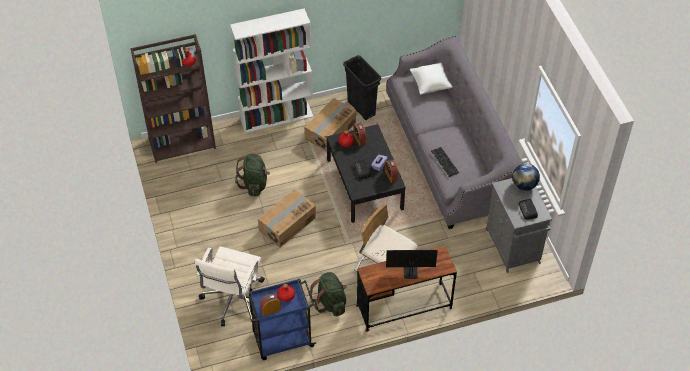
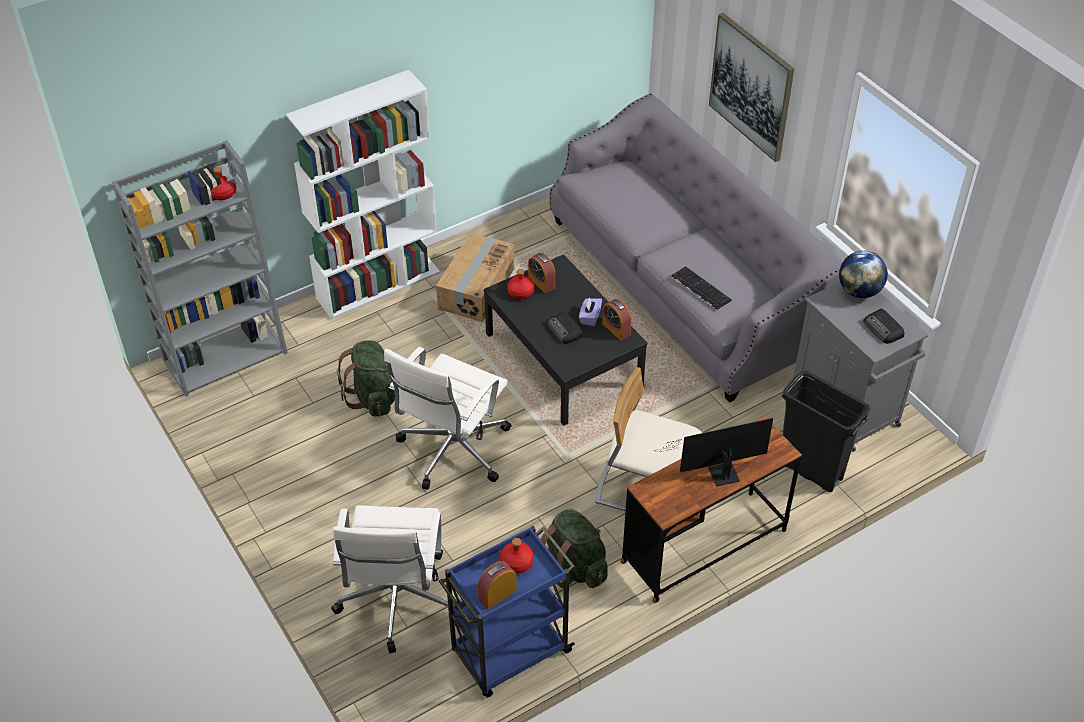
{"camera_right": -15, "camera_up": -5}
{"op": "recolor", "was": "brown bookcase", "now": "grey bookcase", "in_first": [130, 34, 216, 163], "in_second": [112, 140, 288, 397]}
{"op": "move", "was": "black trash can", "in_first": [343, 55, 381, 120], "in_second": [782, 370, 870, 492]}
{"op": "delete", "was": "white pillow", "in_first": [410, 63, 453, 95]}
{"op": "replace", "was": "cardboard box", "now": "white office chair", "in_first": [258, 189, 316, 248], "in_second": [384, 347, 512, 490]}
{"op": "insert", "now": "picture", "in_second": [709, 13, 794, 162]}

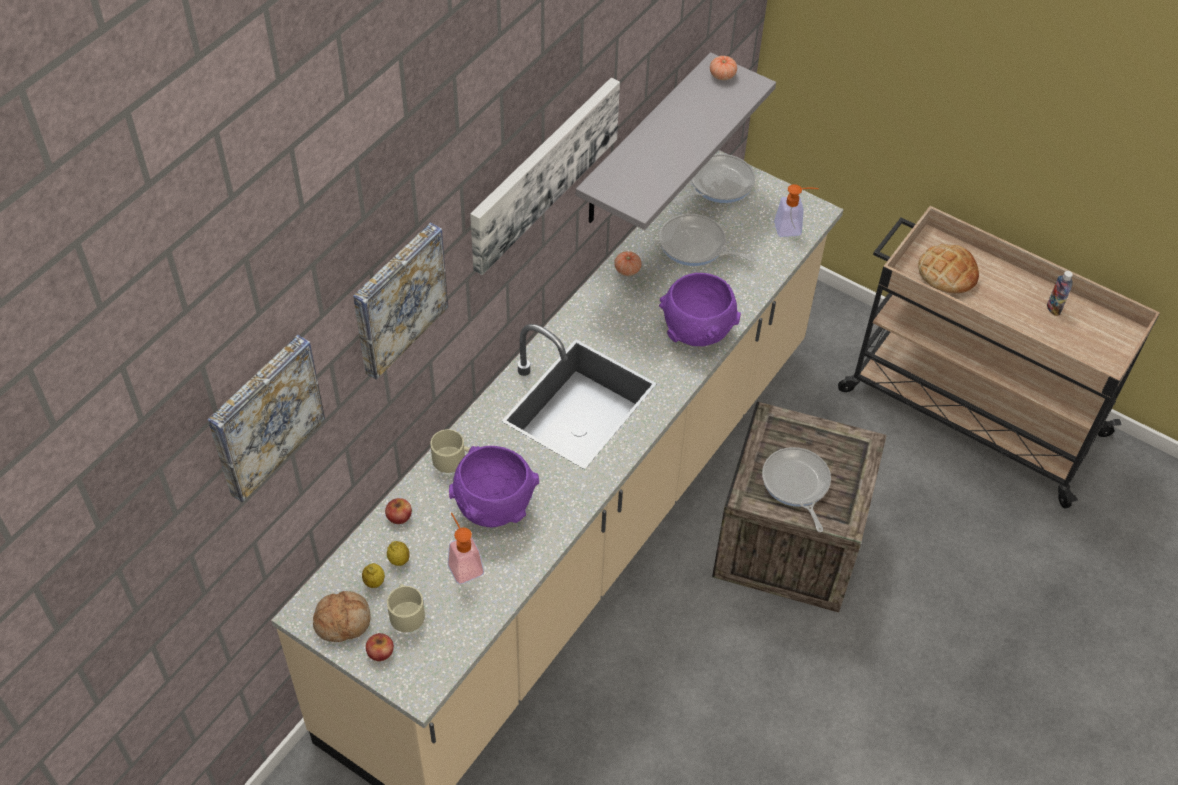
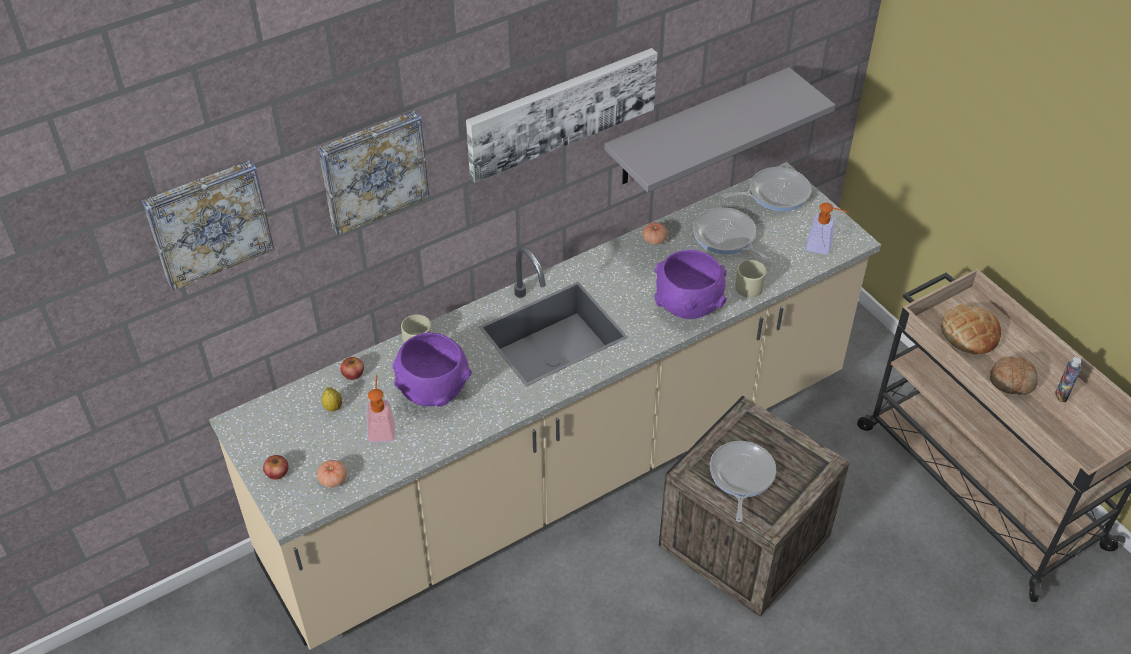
{"camera_right": 25, "camera_up": -5}
{"op": "move", "was": "tomato", "in_first": [710, 56, 737, 80], "in_second": [317, 460, 347, 488]}
{"op": "delete", "was": "lemon", "in_first": [362, 563, 385, 588]}
{"op": "move", "was": "beige mug", "in_first": [387, 584, 425, 633], "in_second": [735, 260, 766, 298]}
{"op": "move", "was": "bread", "in_first": [313, 591, 371, 642], "in_second": [990, 356, 1038, 395]}

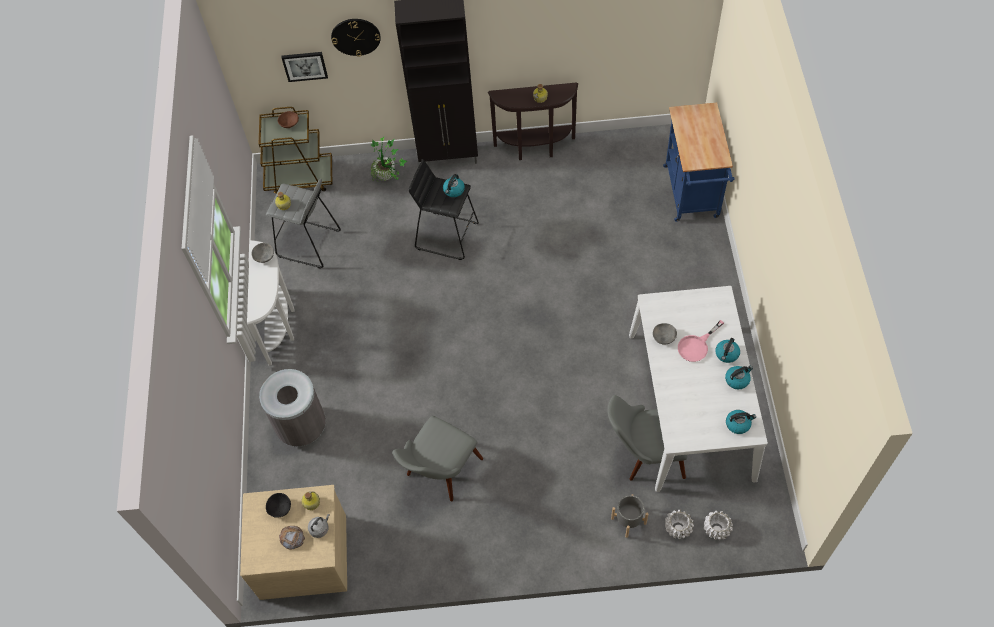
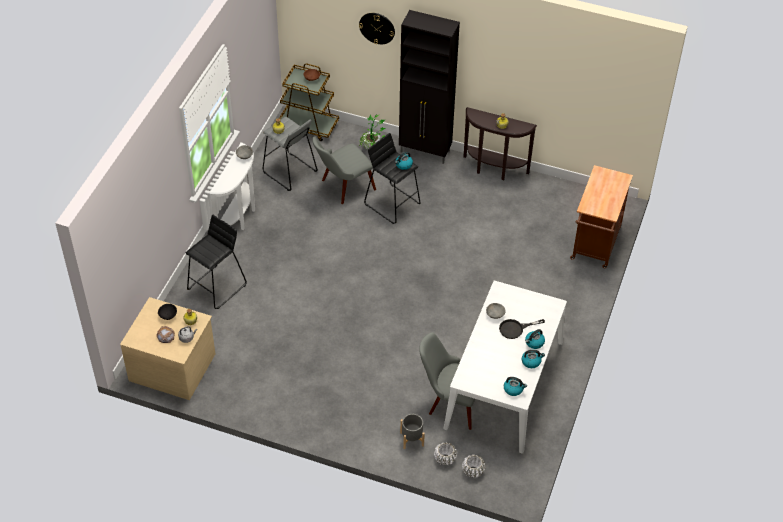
{"camera_right": 20, "camera_up": -10}
{"op": "delete", "was": "picture", "in_first": [281, 52, 328, 82]}
{"op": "recolor", "was": "blue cart", "now": "brown cart", "in_first": [663, 103, 735, 222], "in_second": [570, 165, 633, 268]}
{"op": "recolor", "was": "pink frying pan", "now": "black frying pan", "in_first": [678, 320, 724, 362], "in_second": [499, 319, 545, 339]}
{"op": "replace", "was": "grey trash can", "now": "black stool", "in_first": [259, 369, 326, 447], "in_second": [186, 215, 247, 309]}
{"op": "move", "was": "grey chair", "in_first": [392, 416, 483, 501], "in_second": [312, 136, 376, 204]}

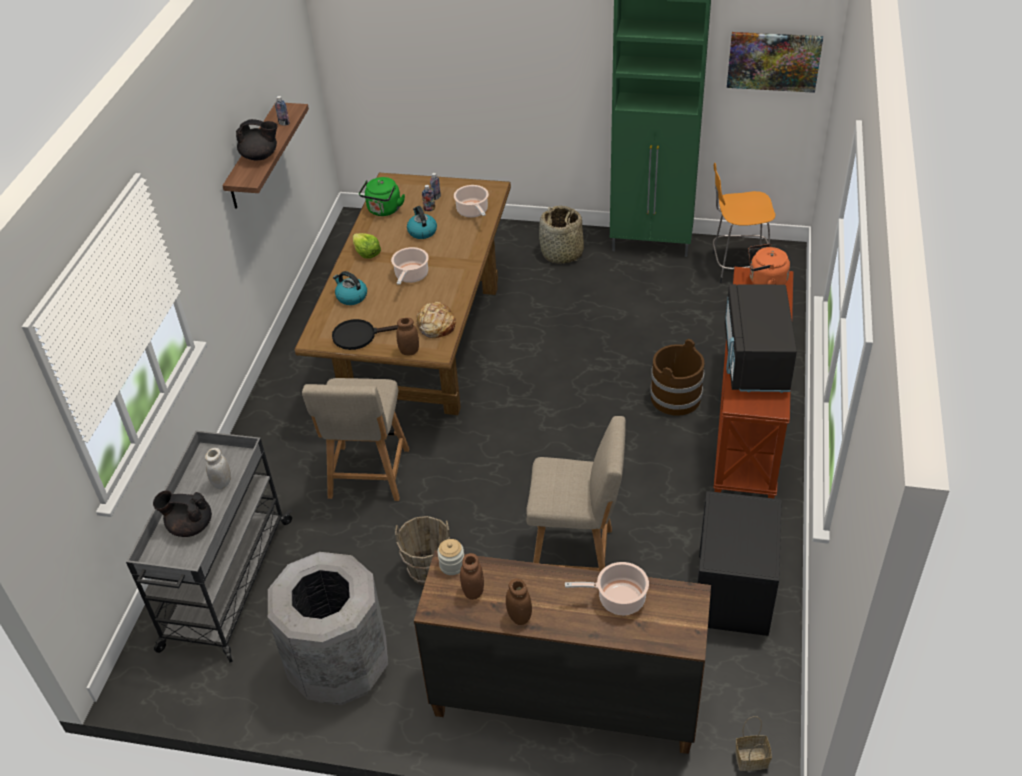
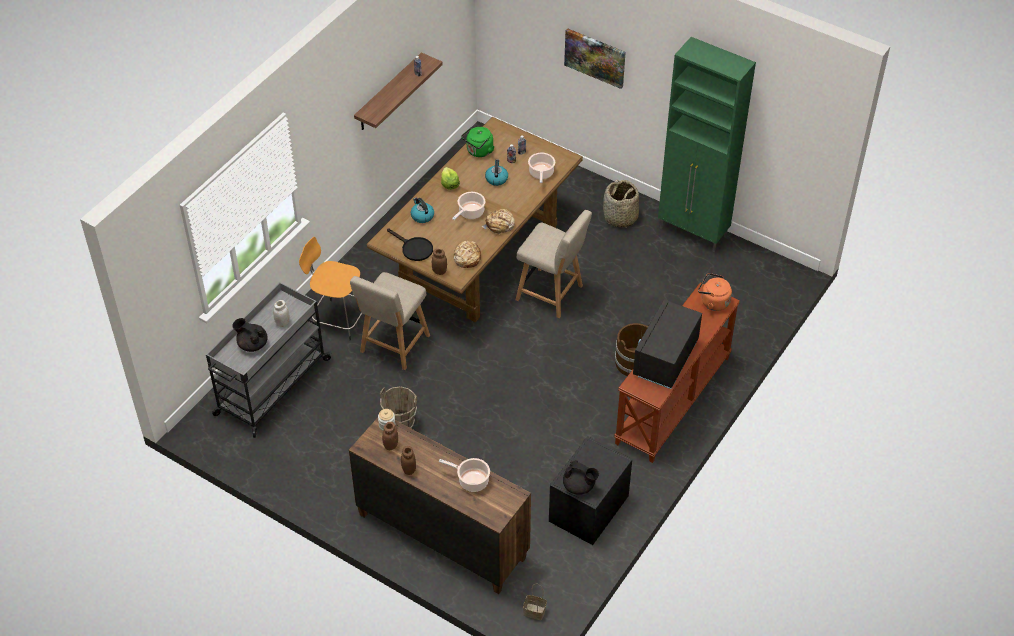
{"camera_right": 20, "camera_up": 5}
{"op": "move", "was": "picture", "in_first": [727, 32, 823, 93], "in_second": [564, 28, 626, 89]}
{"op": "move", "was": "black teapot", "in_first": [236, 119, 277, 160], "in_second": [563, 460, 599, 495]}
{"op": "move", "was": "orange stool", "in_first": [713, 163, 775, 283], "in_second": [299, 237, 362, 340]}
{"op": "rotate", "was": "black frying pan", "in_first": [332, 319, 398, 350], "in_second": [387, 228, 433, 261], "clockwise": -150}
{"op": "move", "was": "beige chair", "in_first": [526, 416, 626, 571], "in_second": [516, 210, 592, 318]}
{"op": "delete", "was": "grey trash can", "in_first": [268, 552, 388, 705]}
{"op": "insert", "now": "bread", "in_second": [482, 209, 515, 234]}

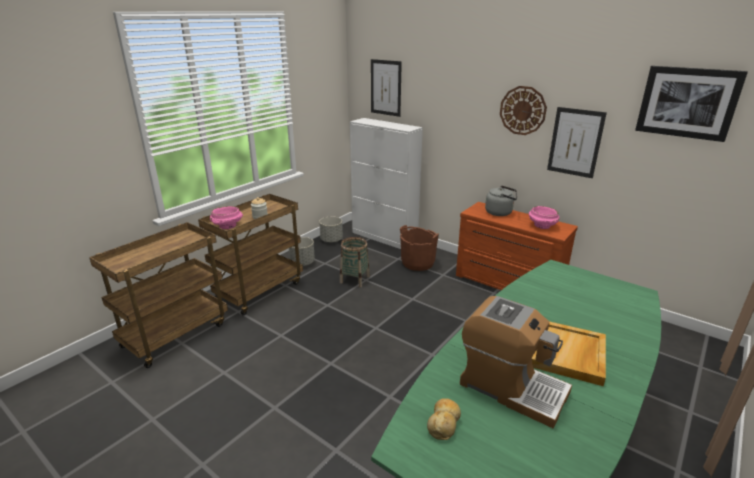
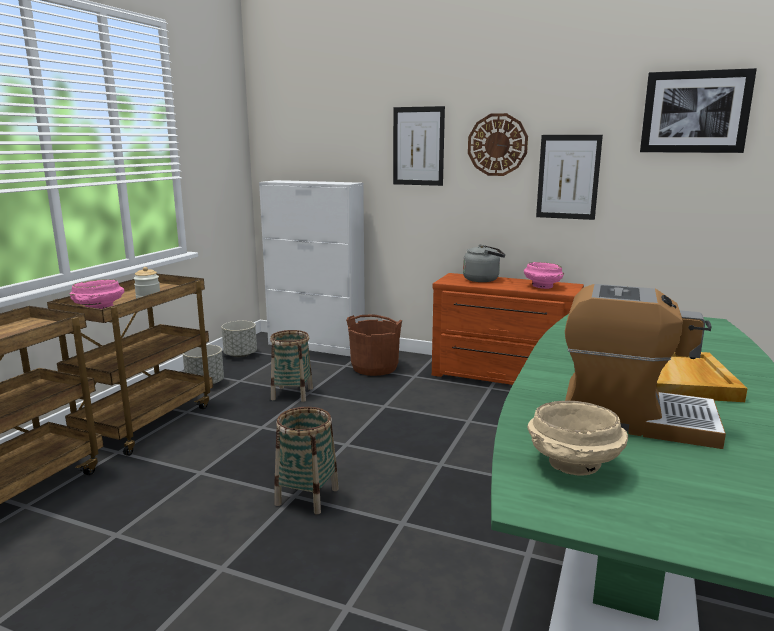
{"camera_right": -15, "camera_up": -10}
{"op": "move", "was": "picture", "in_first": [371, 59, 402, 117], "in_second": [393, 106, 445, 186]}
{"op": "replace", "was": "bread", "now": "beige bowl", "in_first": [427, 398, 461, 440], "in_second": [527, 401, 628, 476]}
{"op": "insert", "now": "basket", "in_second": [274, 407, 339, 514]}

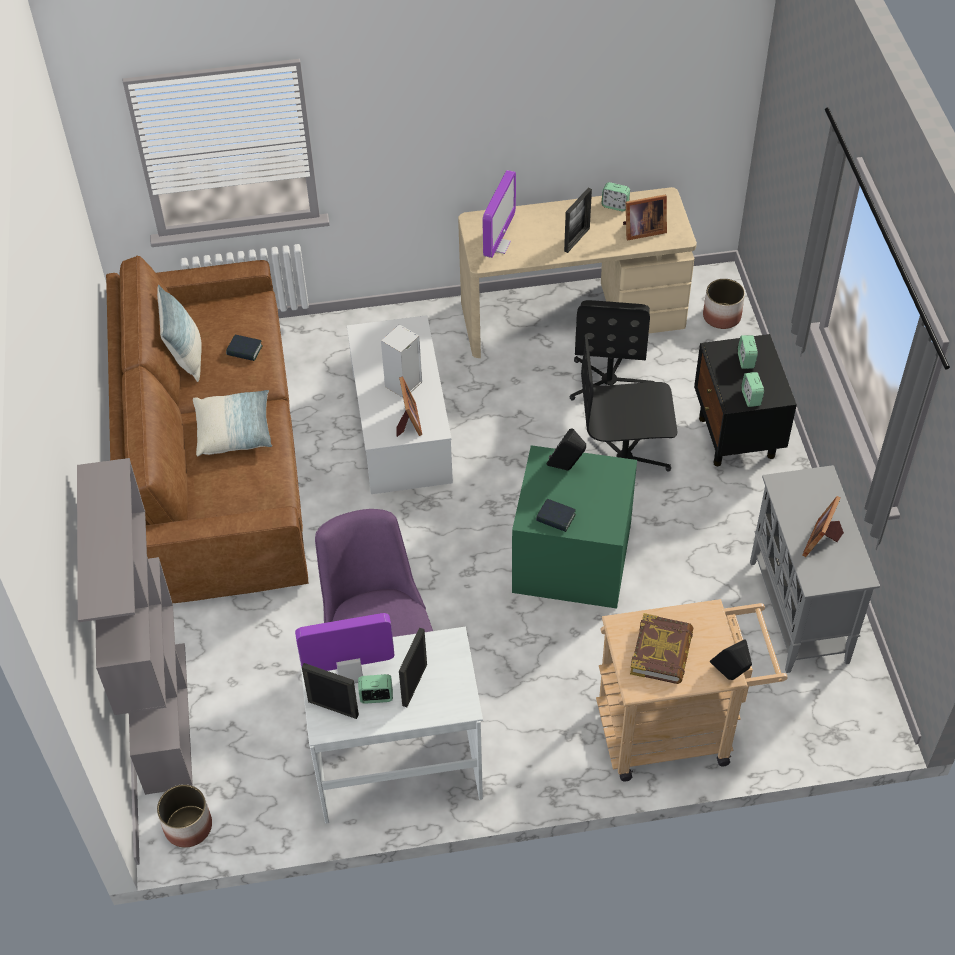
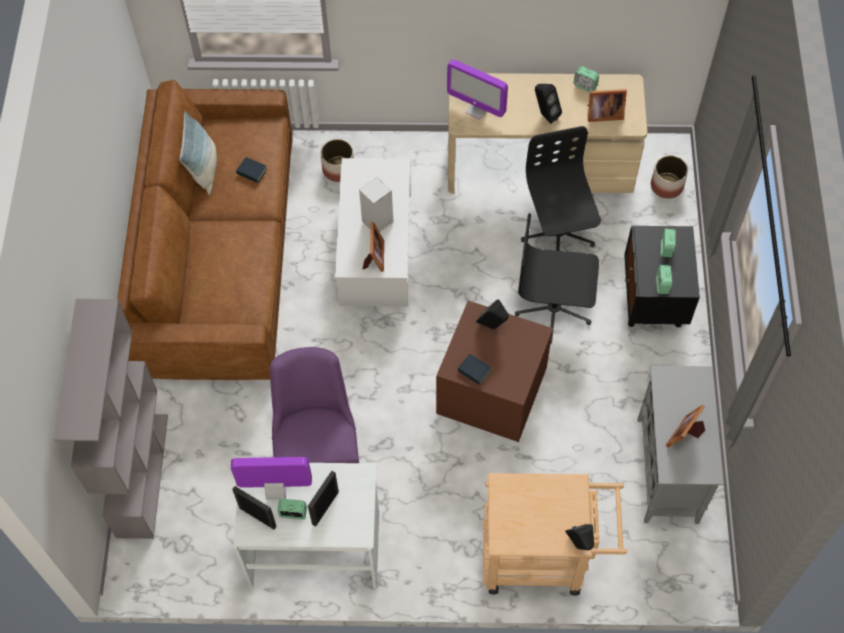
{"camera_right": 10, "camera_up": 10}
{"op": "rotate", "was": "monitor", "in_first": [483, 170, 516, 258], "in_second": [447, 59, 508, 120], "clockwise": 90}
{"op": "replace", "was": "picture frame", "now": "black speaker", "in_first": [564, 188, 592, 253], "in_second": [535, 84, 562, 124]}
{"op": "rotate", "was": "black office chair", "in_first": [570, 300, 654, 400], "in_second": [521, 126, 601, 251], "clockwise": 150}
{"op": "delete", "was": "pillow", "in_first": [193, 390, 272, 456]}
{"op": "recolor", "was": "green storage box", "now": "brown storage box", "in_first": [512, 445, 637, 609], "in_second": [436, 301, 553, 442]}
{"op": "delete", "was": "book", "in_first": [630, 613, 693, 684]}
{"op": "move", "was": "planter", "in_first": [157, 784, 212, 848], "in_second": [321, 139, 354, 182]}

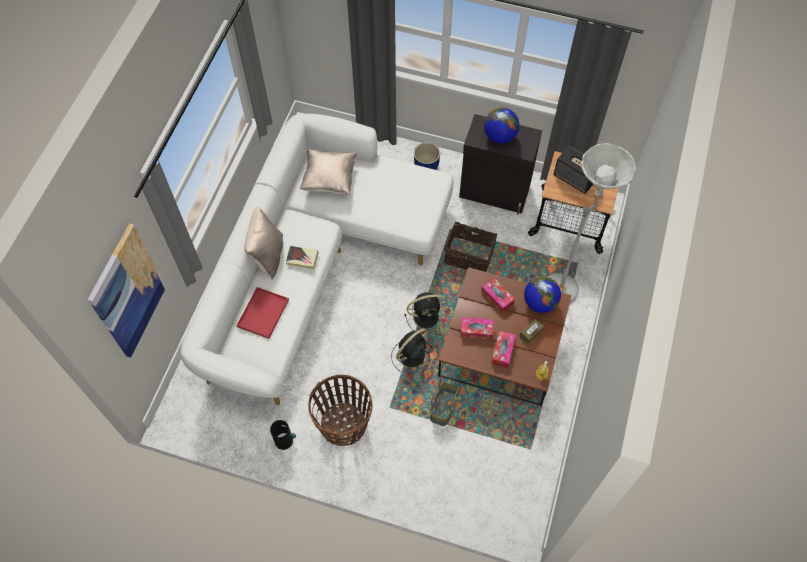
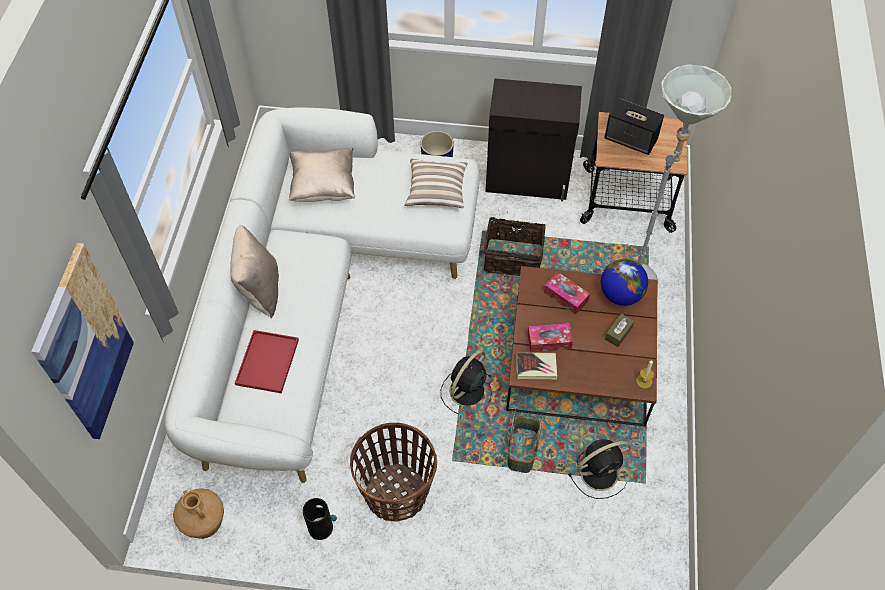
{"camera_right": -10, "camera_up": -5}
{"op": "delete", "was": "globe", "in_first": [484, 108, 519, 143]}
{"op": "move", "was": "book", "in_first": [286, 246, 319, 269], "in_second": [516, 352, 557, 379]}
{"op": "move", "was": "black fan", "in_first": [404, 292, 447, 334], "in_second": [568, 439, 631, 499]}
{"op": "delete", "was": "tissue box", "in_first": [491, 331, 516, 368]}
{"op": "insert", "now": "pillow", "in_second": [405, 159, 468, 208]}
{"op": "insert", "now": "brown vase", "in_second": [173, 488, 224, 539]}

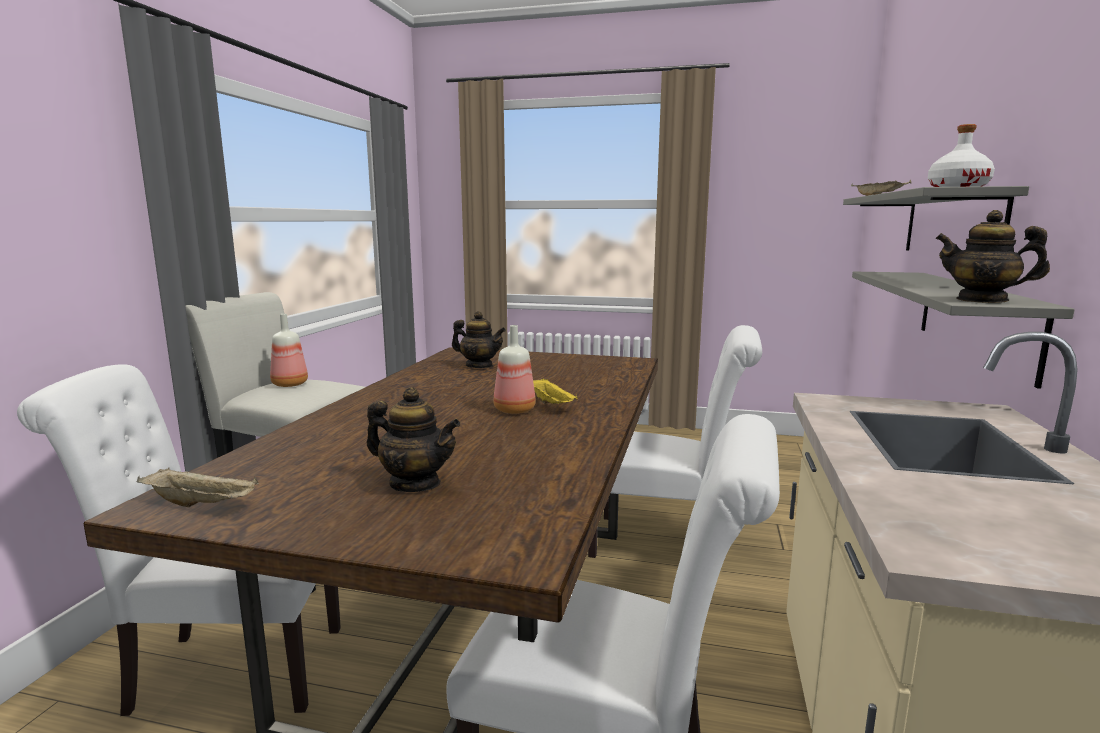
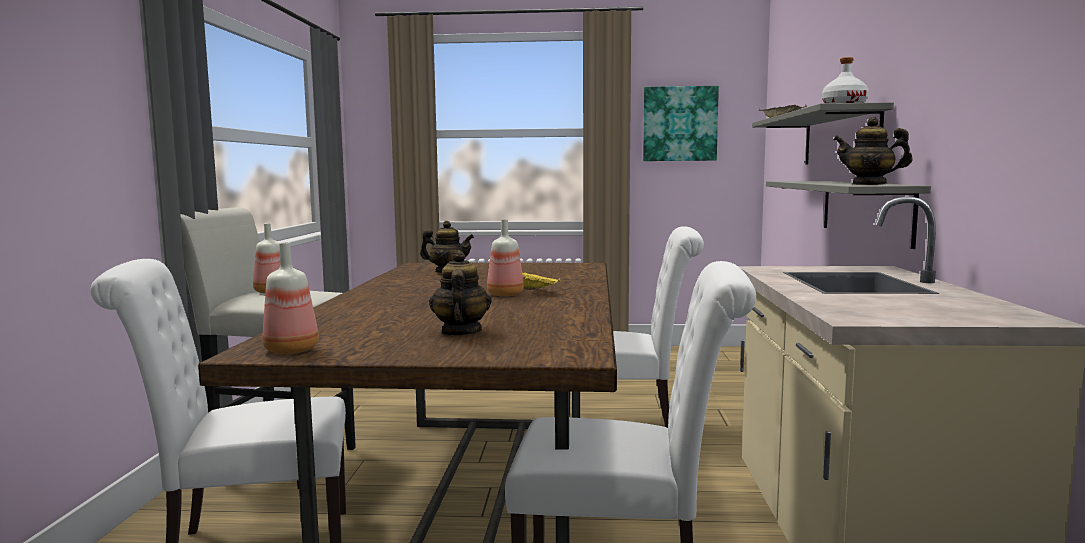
{"camera_right": -10, "camera_up": -5}
{"op": "rotate", "was": "teapot", "in_first": [367, 387, 461, 492], "in_second": [429, 250, 492, 336], "clockwise": -105}
{"op": "replace", "was": "beige tray", "now": "bottle", "in_first": [137, 468, 259, 507], "in_second": [262, 242, 319, 354]}
{"op": "insert", "now": "picture", "in_second": [643, 86, 719, 161]}

